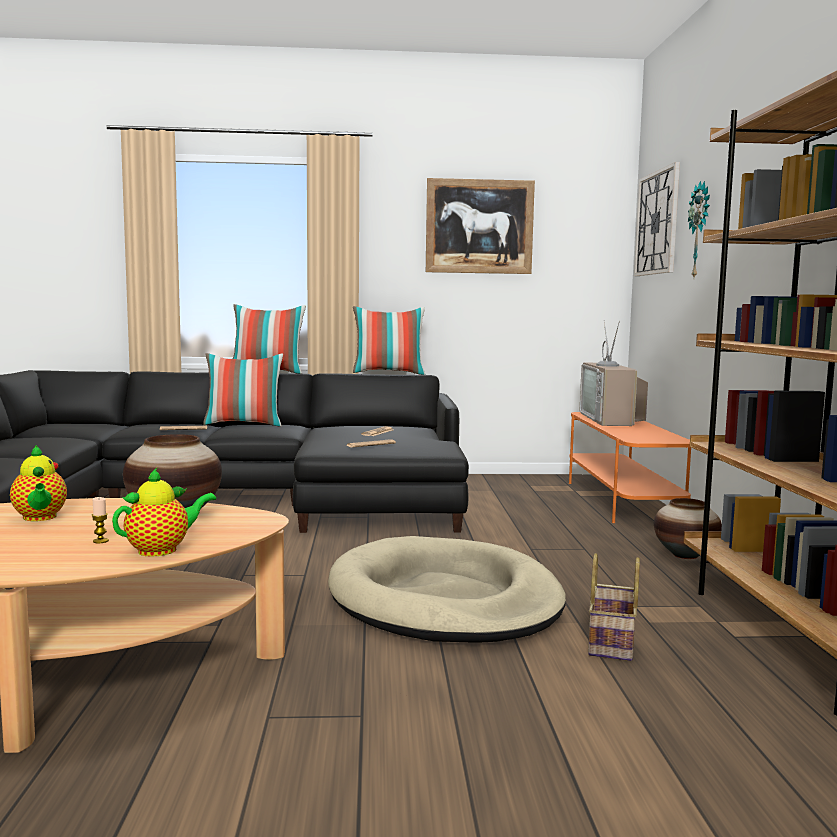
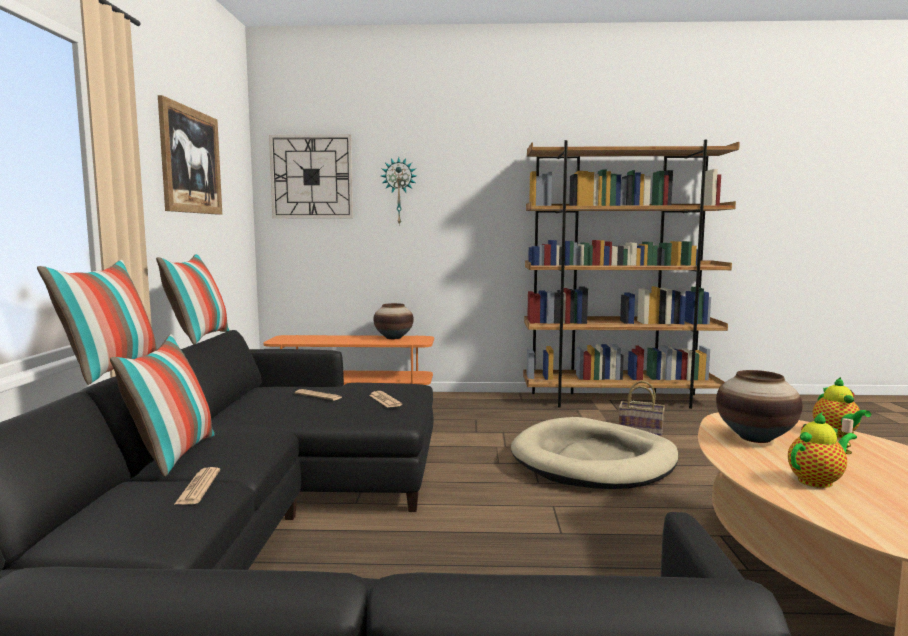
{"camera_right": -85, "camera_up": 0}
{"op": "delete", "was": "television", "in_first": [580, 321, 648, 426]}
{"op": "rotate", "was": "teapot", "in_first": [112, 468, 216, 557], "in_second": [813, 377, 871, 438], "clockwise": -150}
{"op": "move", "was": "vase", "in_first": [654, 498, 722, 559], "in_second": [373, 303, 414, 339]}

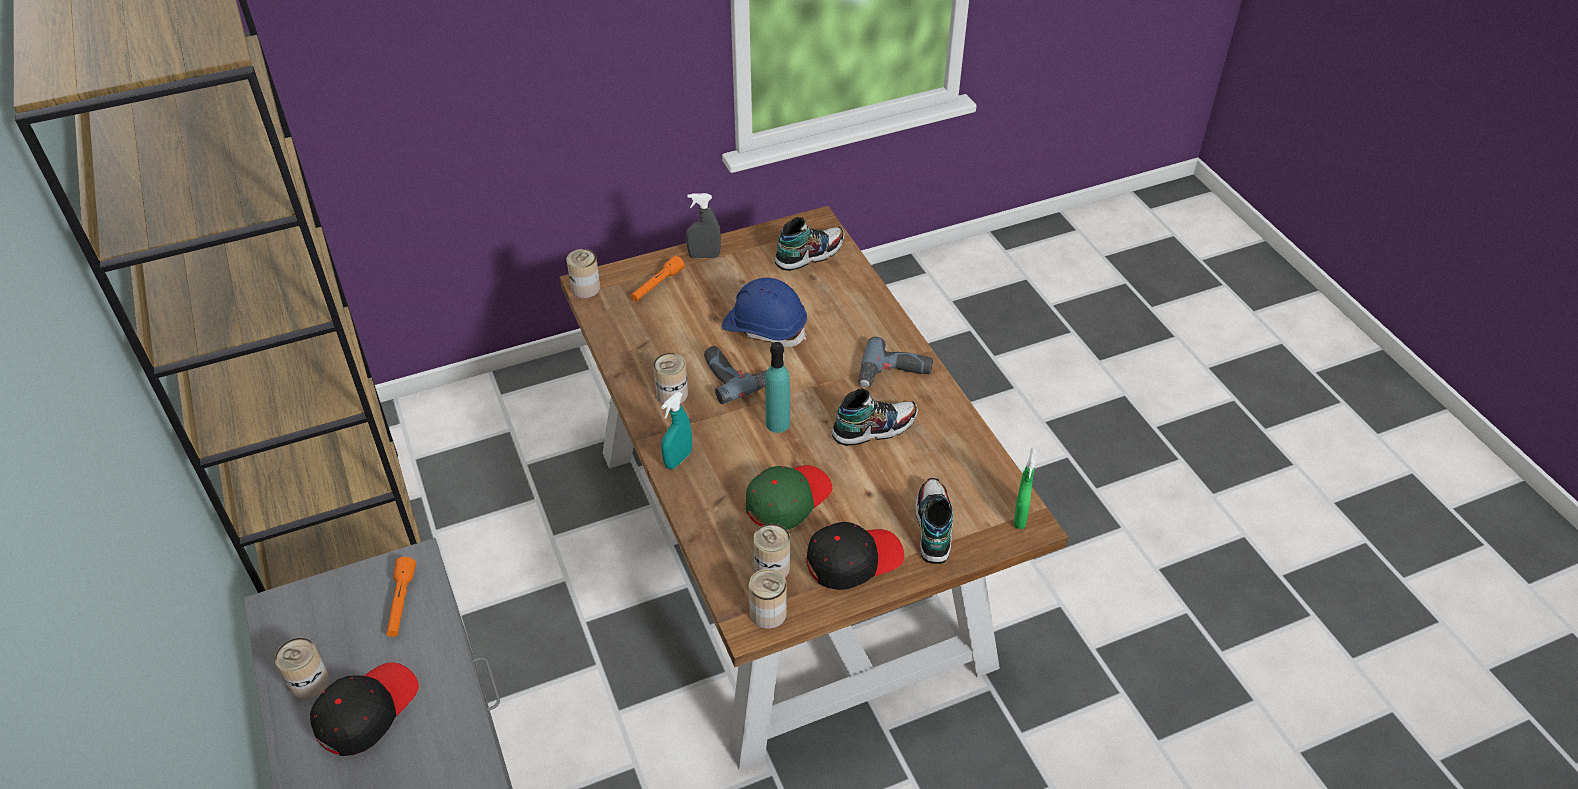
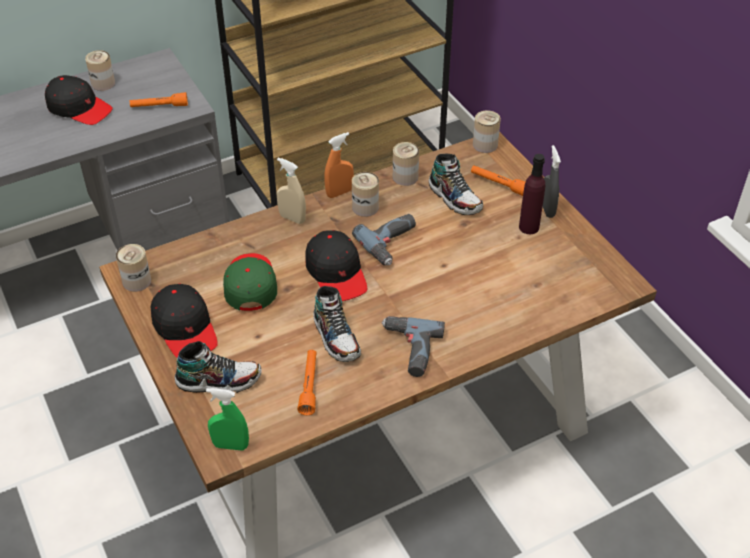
{"camera_right": 85, "camera_up": 0}
{"op": "move", "was": "shoe", "in_first": [775, 217, 845, 271], "in_second": [429, 153, 483, 215]}
{"op": "delete", "was": "blue hard hat", "in_first": [722, 278, 807, 347]}
{"op": "replace", "was": "turquoise bottle", "now": "black cap", "in_first": [765, 342, 790, 433], "in_second": [305, 230, 367, 301]}
{"op": "recolor", "was": "turquoise spray bottle", "now": "beige spray bottle", "in_first": [661, 392, 692, 469], "in_second": [277, 158, 306, 224]}
{"op": "rotate", "was": "green cap", "in_first": [746, 465, 832, 530], "in_second": [223, 253, 277, 311], "clockwise": -135}
{"op": "move", "was": "can", "in_first": [753, 524, 790, 577], "in_second": [393, 142, 419, 186]}
{"op": "insert", "now": "orange spray bottle", "in_second": [324, 132, 354, 198]}
{"op": "insert", "now": "purple bottle", "in_second": [519, 154, 545, 234]}
{"op": "insert", "now": "orange flashlight", "in_second": [298, 350, 316, 415]}

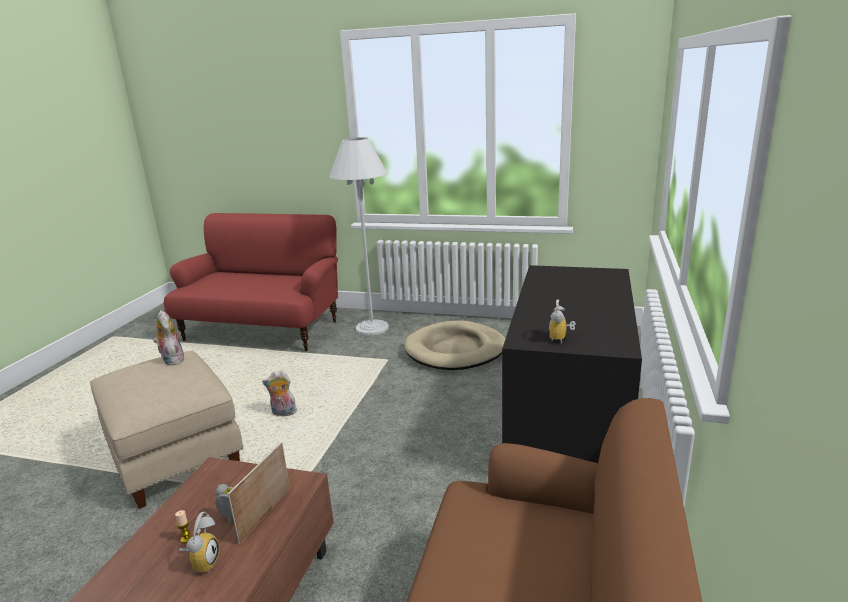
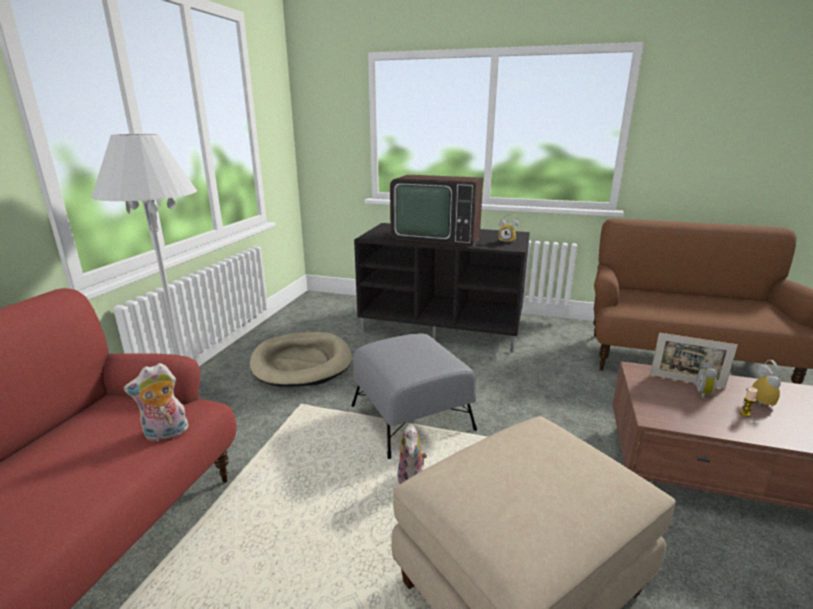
{"camera_right": -90, "camera_up": 0}
{"op": "move", "was": "plush toy", "in_first": [153, 310, 185, 365], "in_second": [124, 363, 189, 441]}
{"op": "rotate", "was": "alarm clock", "in_first": [179, 512, 220, 572], "in_second": [746, 360, 781, 406], "clockwise": 90}
{"op": "insert", "now": "television", "in_second": [390, 175, 483, 246]}
{"op": "insert", "now": "grey ottoman", "in_second": [351, 334, 477, 459]}

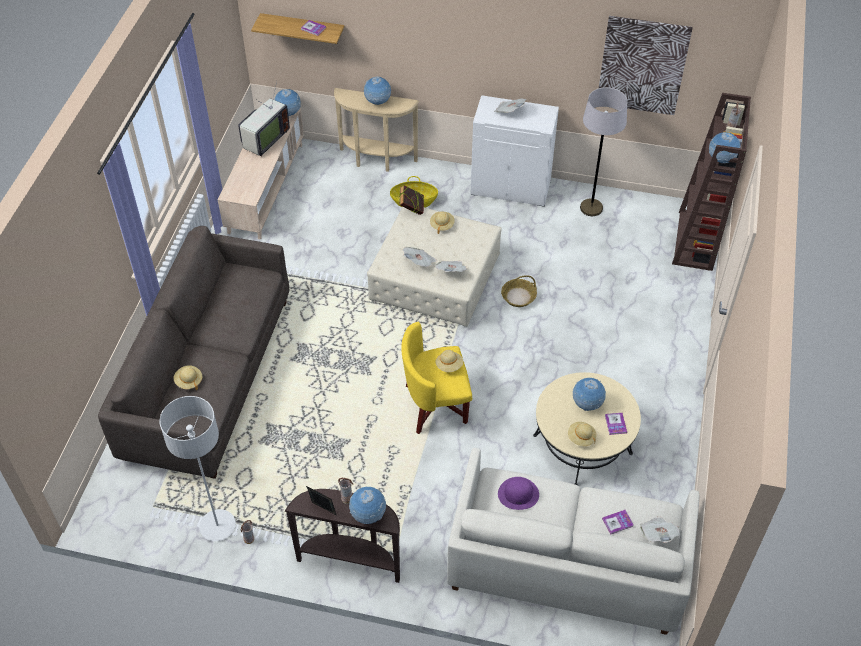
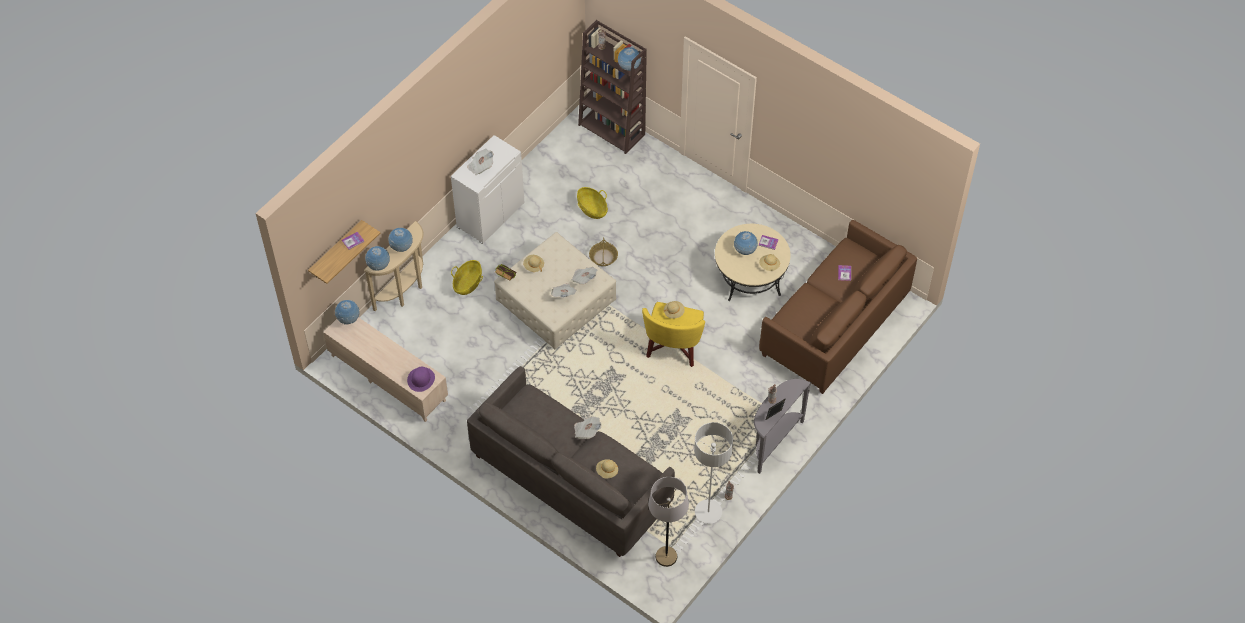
{"camera_right": -65, "camera_up": 5}
{"op": "delete", "was": "picture", "in_first": [599, 16, 693, 115]}
{"op": "delete", "was": "television", "in_first": [238, 81, 290, 157]}
{"op": "move", "was": "grey floor lamp", "in_first": [580, 87, 627, 216], "in_second": [648, 477, 689, 567]}
{"op": "recolor", "was": "white sofa", "now": "brown sofa", "in_first": [447, 448, 699, 635], "in_second": [759, 220, 917, 394]}
{"op": "move", "was": "purple hat", "in_first": [498, 477, 539, 510], "in_second": [407, 367, 435, 392]}
{"op": "move", "was": "globe", "in_first": [349, 487, 386, 524], "in_second": [365, 246, 390, 271]}
{"op": "recolor", "was": "brown console table", "now": "grey console table", "in_first": [284, 489, 400, 583], "in_second": [754, 379, 811, 474]}
{"op": "move", "was": "newspaper", "in_first": [640, 516, 680, 543], "in_second": [574, 416, 602, 439]}
{"op": "insert", "now": "basket", "in_second": [577, 187, 608, 219]}

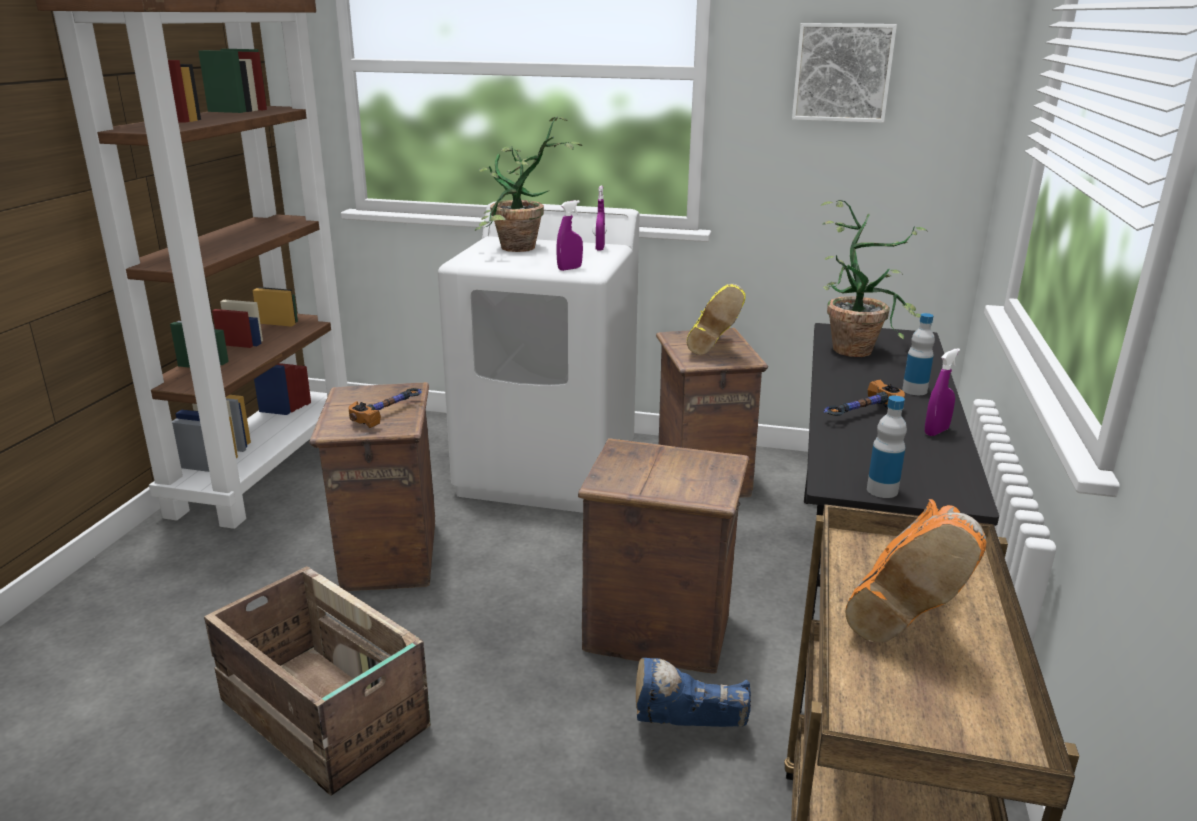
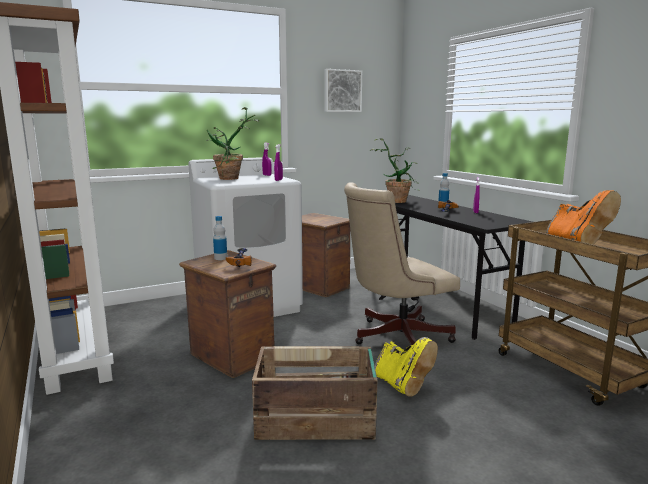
{"camera_right": -40, "camera_up": -10}
{"op": "move", "was": "yellow boot", "in_first": [687, 284, 746, 355], "in_second": [375, 337, 438, 397]}
{"op": "move", "was": "bottle", "in_first": [867, 395, 907, 498], "in_second": [213, 216, 227, 260]}
{"op": "replace", "was": "crate", "now": "beige office chair", "in_first": [578, 438, 749, 674], "in_second": [344, 182, 460, 345]}
{"op": "delete", "was": "blue boot", "in_first": [636, 658, 751, 727]}

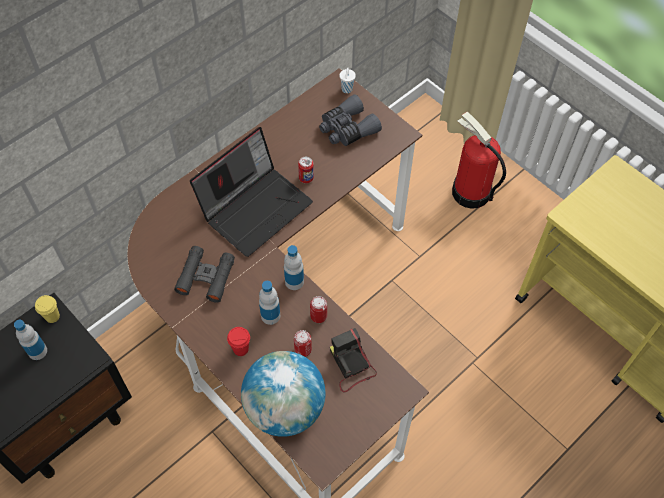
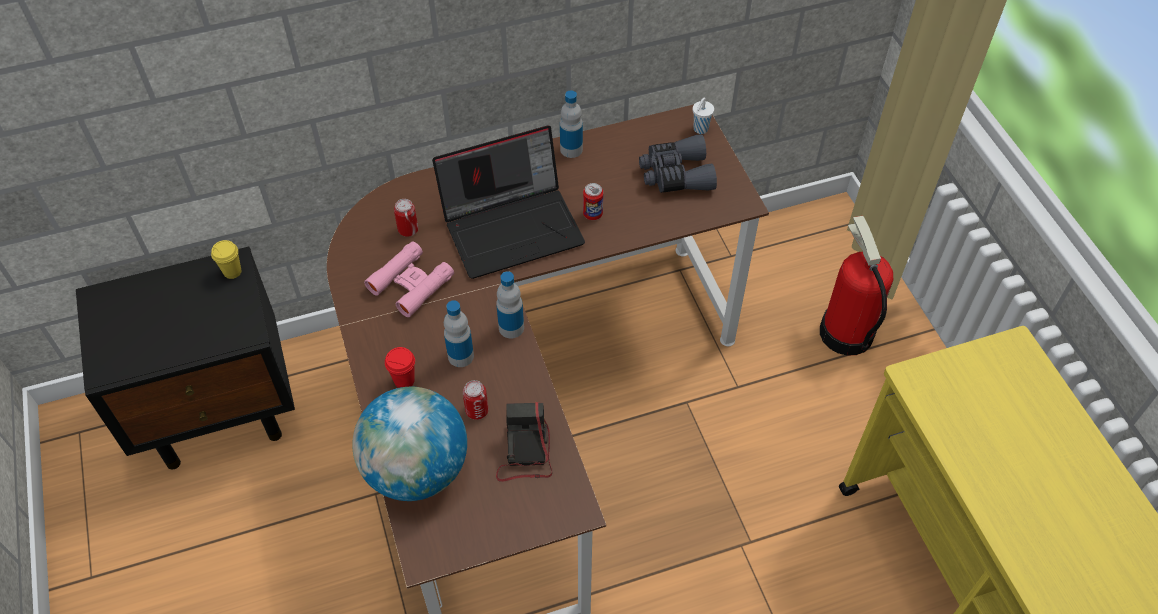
{"camera_right": 25, "camera_up": -5}
{"op": "recolor", "was": "black binoculars", "now": "pink binoculars", "in_first": [174, 246, 235, 303], "in_second": [364, 241, 454, 317]}
{"op": "move", "was": "can", "in_first": [310, 296, 327, 323], "in_second": [394, 199, 418, 237]}
{"op": "move", "was": "bottle", "in_first": [14, 320, 47, 360], "in_second": [560, 90, 583, 158]}

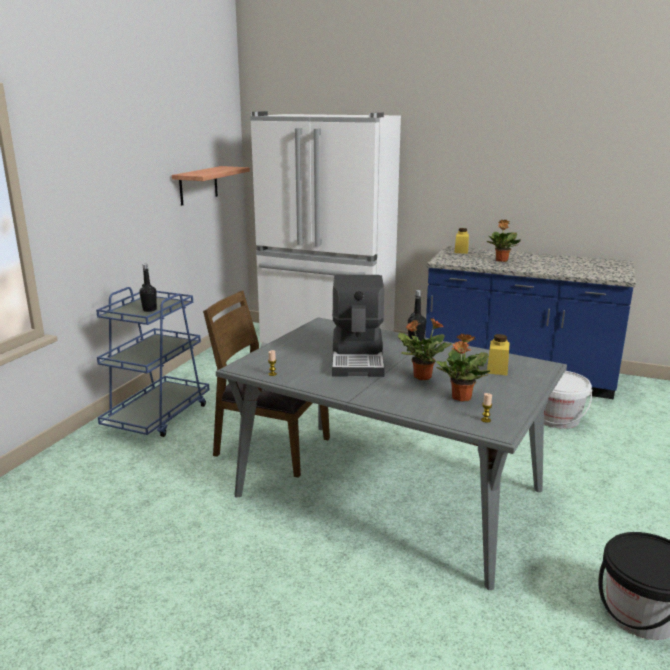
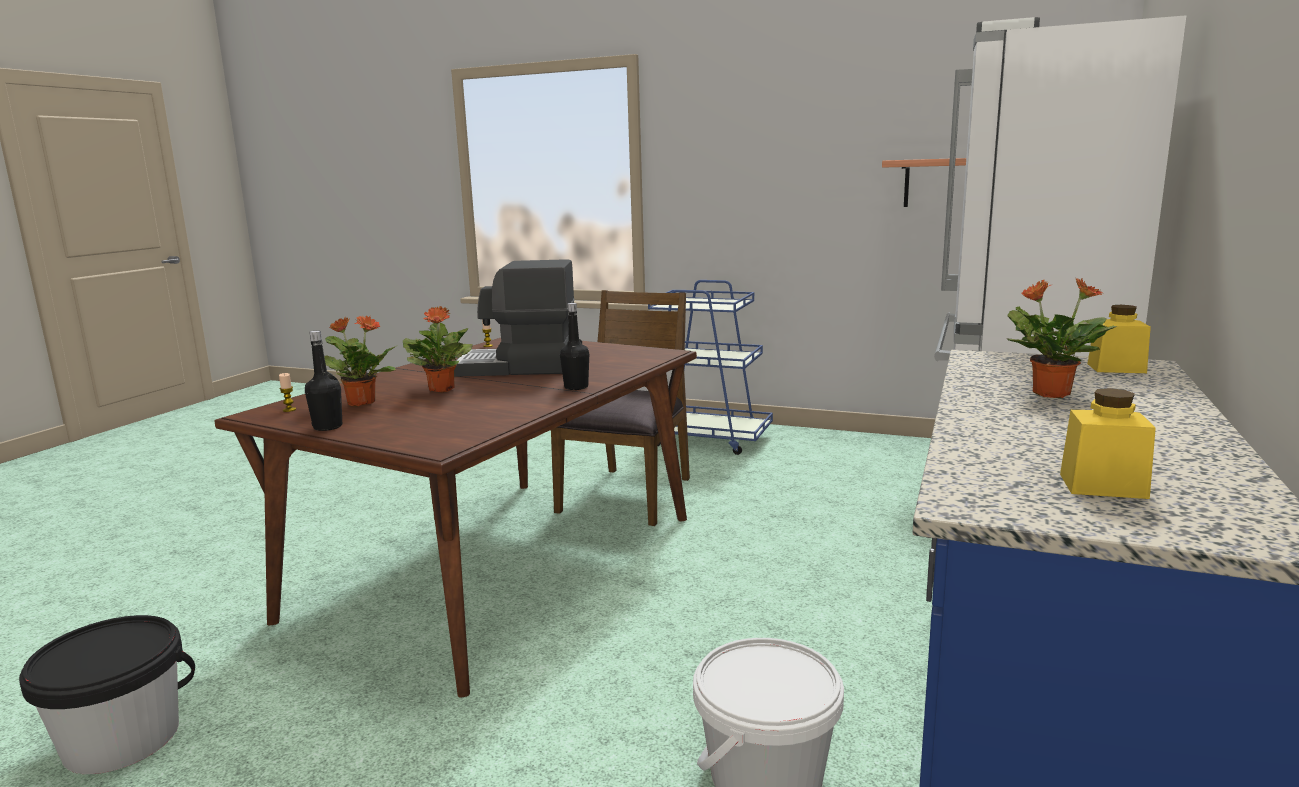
{"camera_right": 90, "camera_up": -5}
{"op": "move", "was": "black bottle", "in_first": [139, 264, 157, 312], "in_second": [305, 331, 342, 431]}
{"op": "recolor", "was": "grey dining table", "now": "brown dining table", "in_first": [216, 317, 567, 590], "in_second": [214, 338, 697, 698]}
{"op": "move", "was": "yellow jar", "in_first": [487, 334, 510, 375], "in_second": [1060, 388, 1156, 499]}

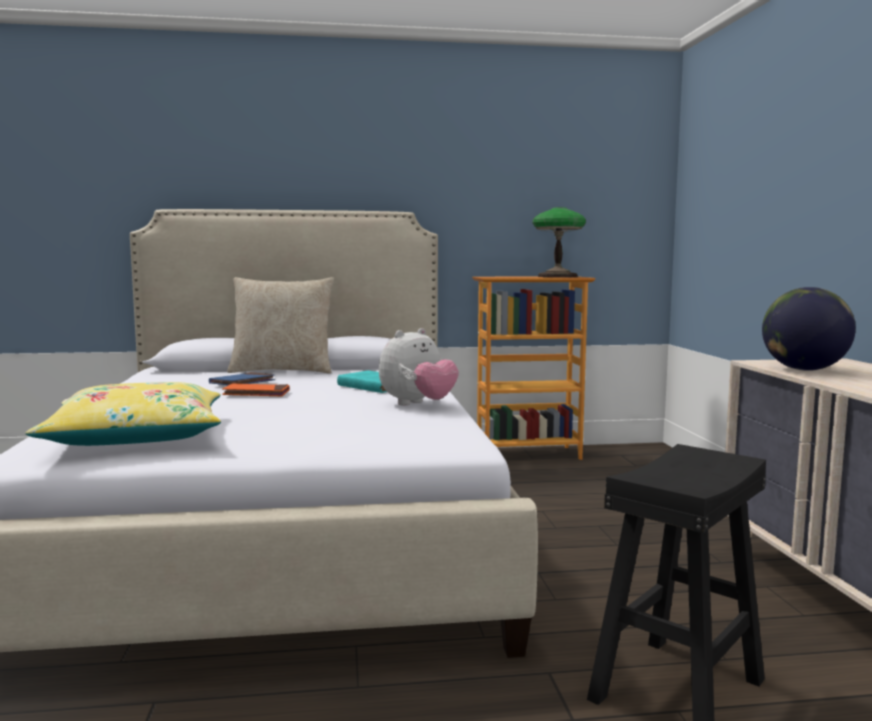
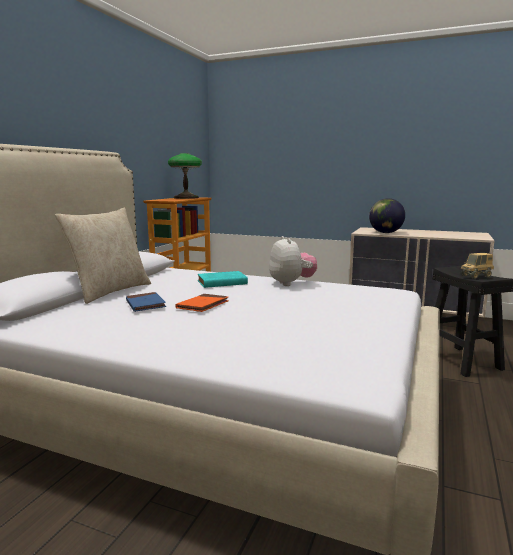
{"camera_right": -60, "camera_up": 5}
{"op": "delete", "was": "yellow pillow", "in_first": [26, 382, 221, 446]}
{"op": "insert", "now": "toy truck", "in_second": [461, 253, 494, 279]}

